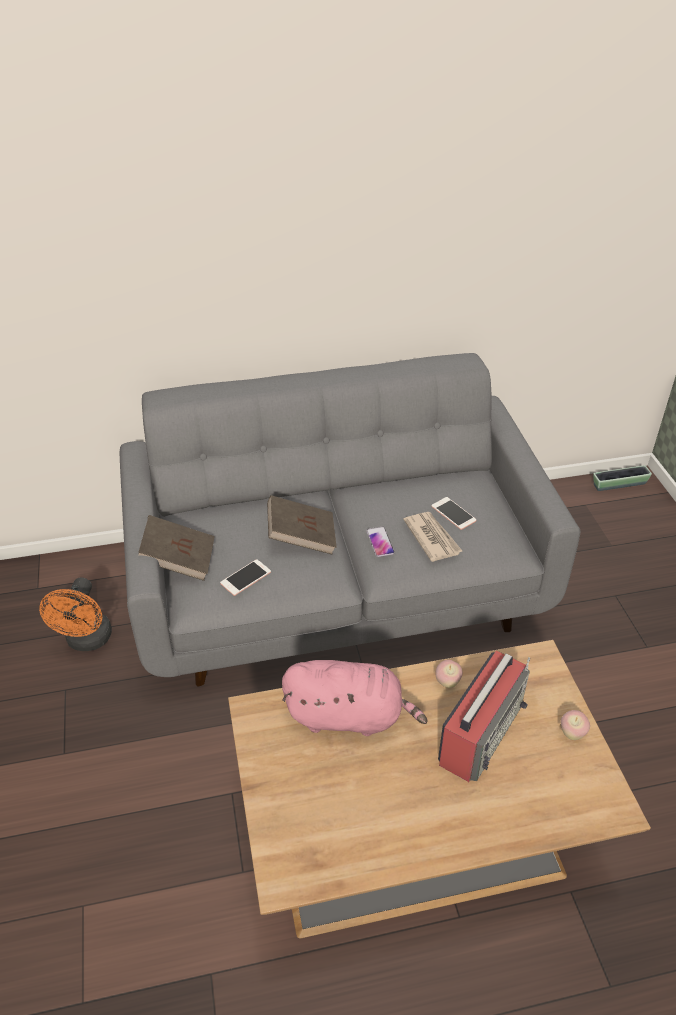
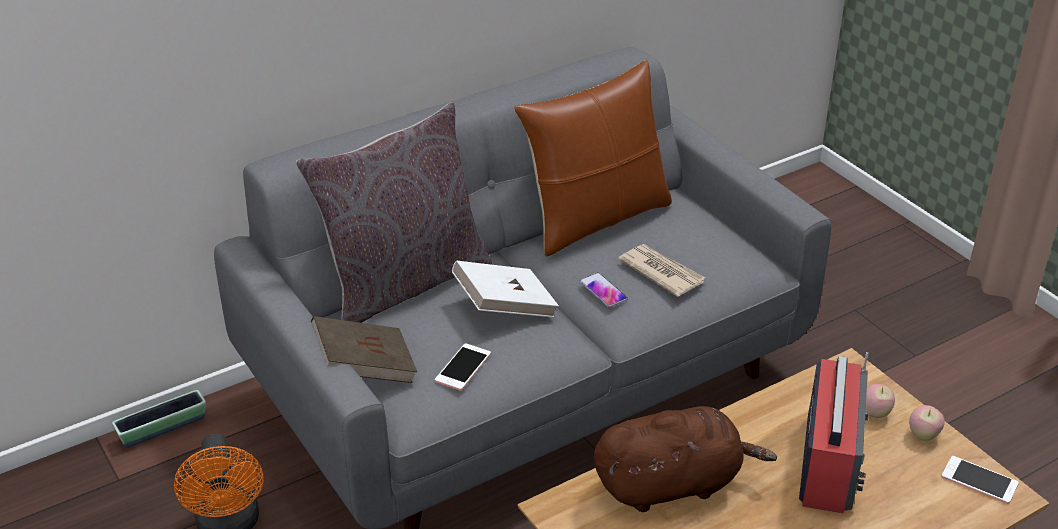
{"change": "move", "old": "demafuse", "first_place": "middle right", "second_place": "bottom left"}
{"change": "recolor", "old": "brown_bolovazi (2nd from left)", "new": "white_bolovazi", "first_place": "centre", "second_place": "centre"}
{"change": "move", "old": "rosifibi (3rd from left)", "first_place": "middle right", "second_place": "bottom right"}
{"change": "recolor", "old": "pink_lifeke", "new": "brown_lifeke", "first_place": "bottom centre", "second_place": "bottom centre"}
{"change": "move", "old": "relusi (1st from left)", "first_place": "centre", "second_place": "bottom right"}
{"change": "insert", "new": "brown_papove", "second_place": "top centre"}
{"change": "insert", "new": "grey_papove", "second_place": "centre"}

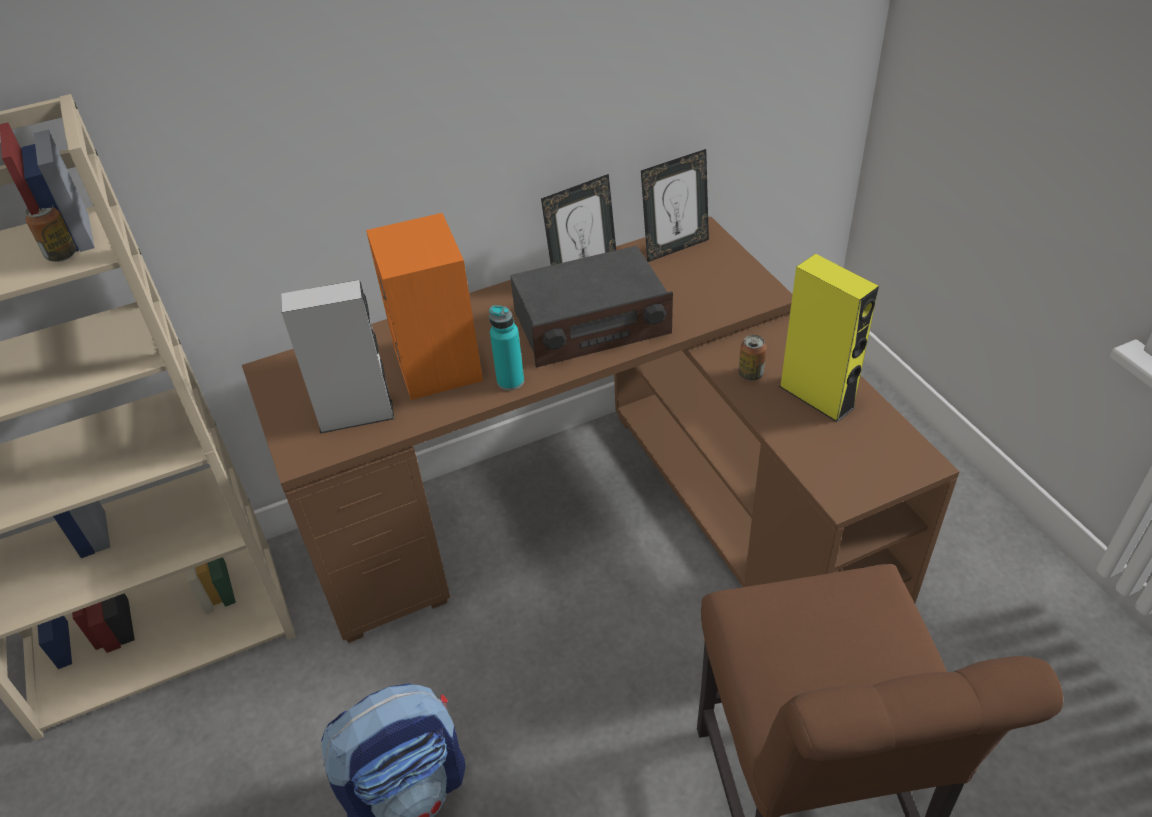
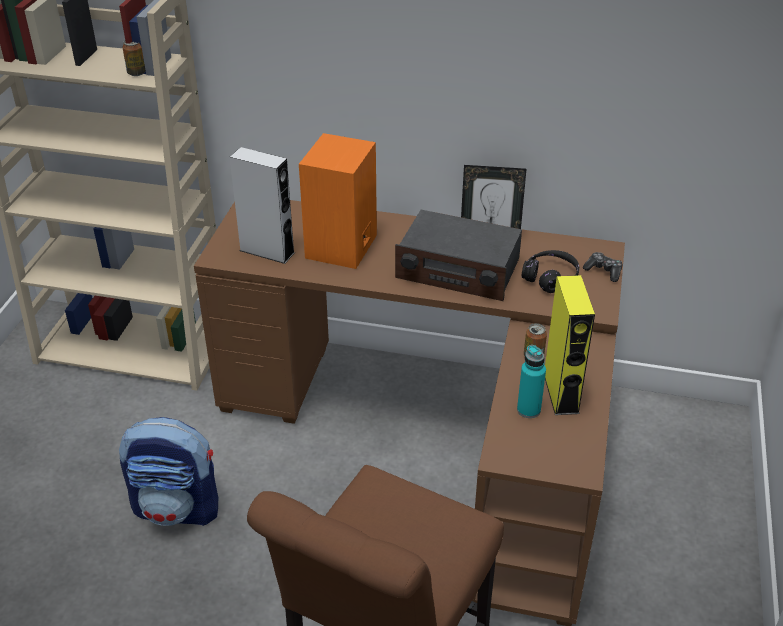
{"change": "delete", "old": "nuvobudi (2nd from left)", "first_place": "top centre"}
{"change": "move", "old": "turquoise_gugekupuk", "first_place": "centre", "second_place": "middle right"}
{"change": "insert", "new": "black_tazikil", "second_place": "middle right"}
{"change": "insert", "new": "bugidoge", "second_place": "middle right"}

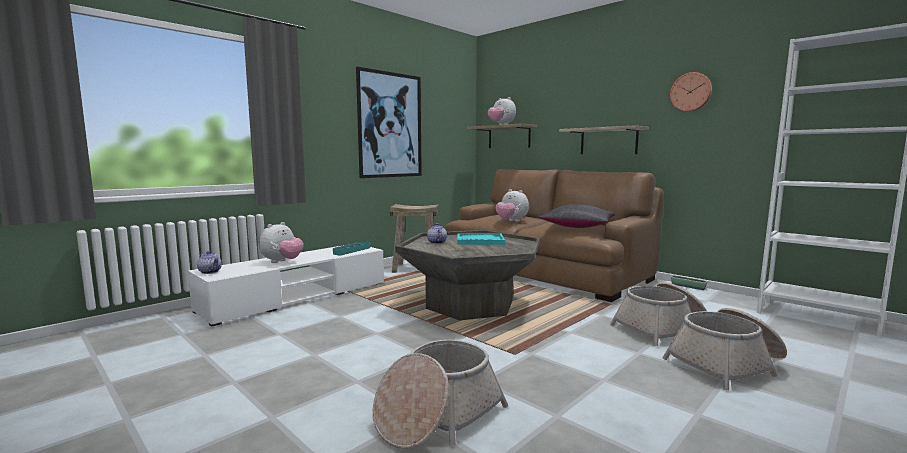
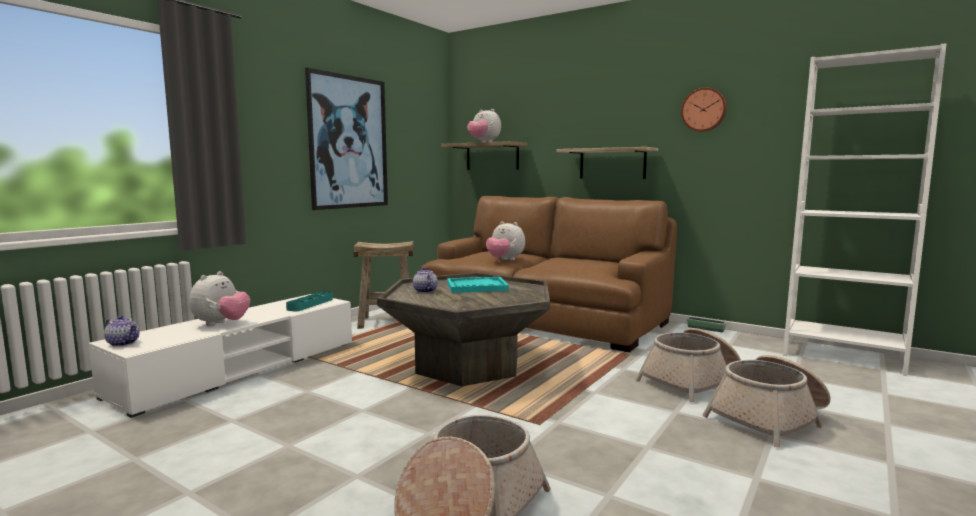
{"change": "delete", "old": "black_papove", "first_place": "centre"}

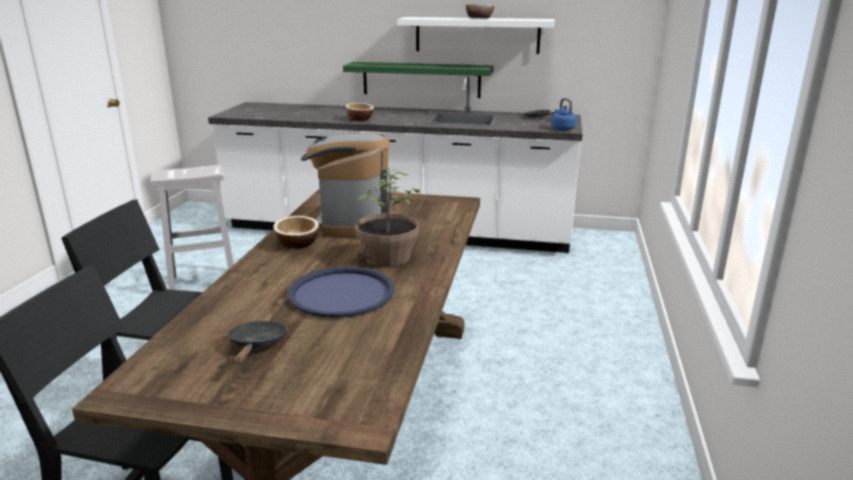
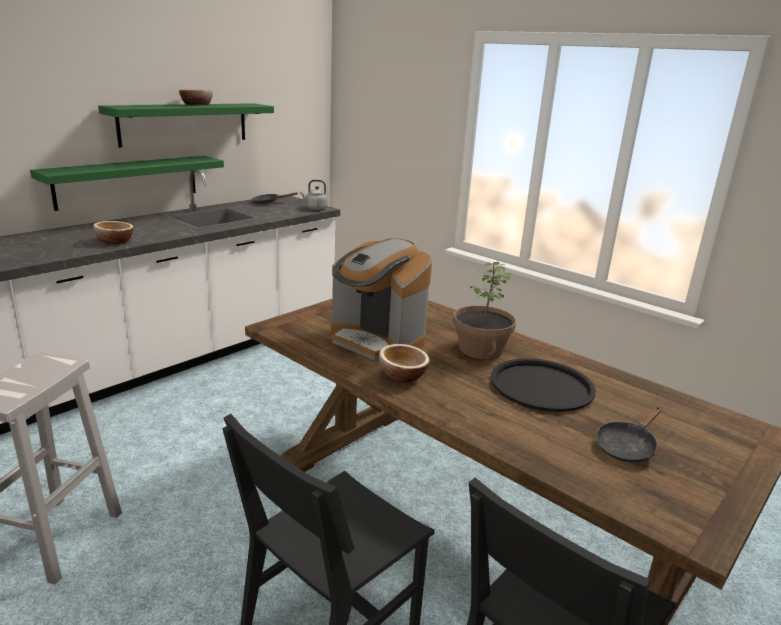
{"change": "recolor", "old": "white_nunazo", "new": "green_nunazo (2nd from left)", "first_place": "top centre", "second_place": "top left"}
{"change": "recolor", "old": "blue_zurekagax", "new": "grey_zurekagax", "first_place": "top centre", "second_place": "top centre"}
{"change": "recolor", "old": "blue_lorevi", "new": "black_lorevi", "first_place": "centre", "second_place": "middle right"}
{"change": "rotate", "old": "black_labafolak (1st from left in the first image)", "first_place": "bottom left", "second_place": "bottom right", "degrees": -75}

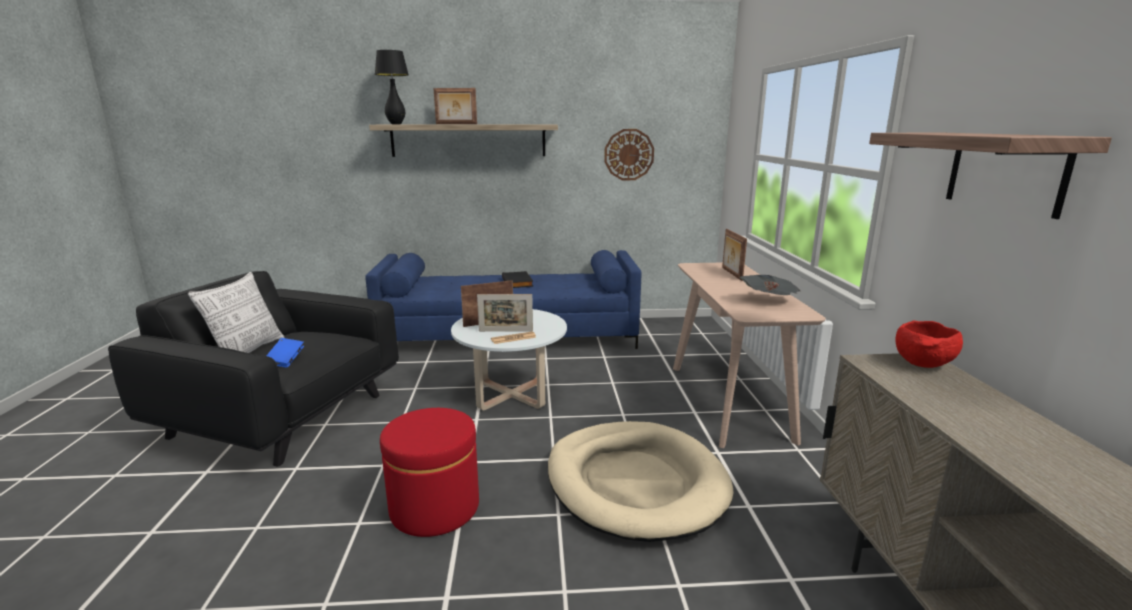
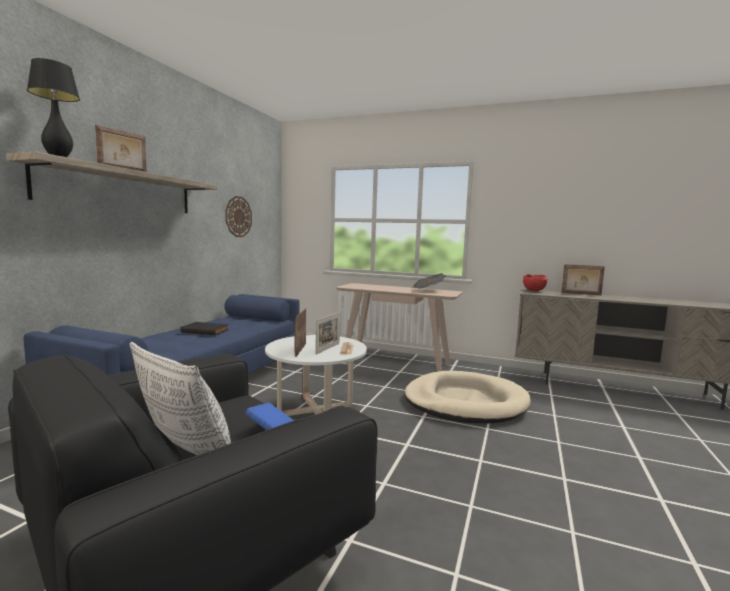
{"change": "delete", "old": "nunazo (2nd from left)", "first_place": "top right"}
{"change": "move", "old": "nuvobudi (4th from left)", "first_place": "centre", "second_place": "middle right"}
{"change": "delete", "old": "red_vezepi", "first_place": "bottom centre"}

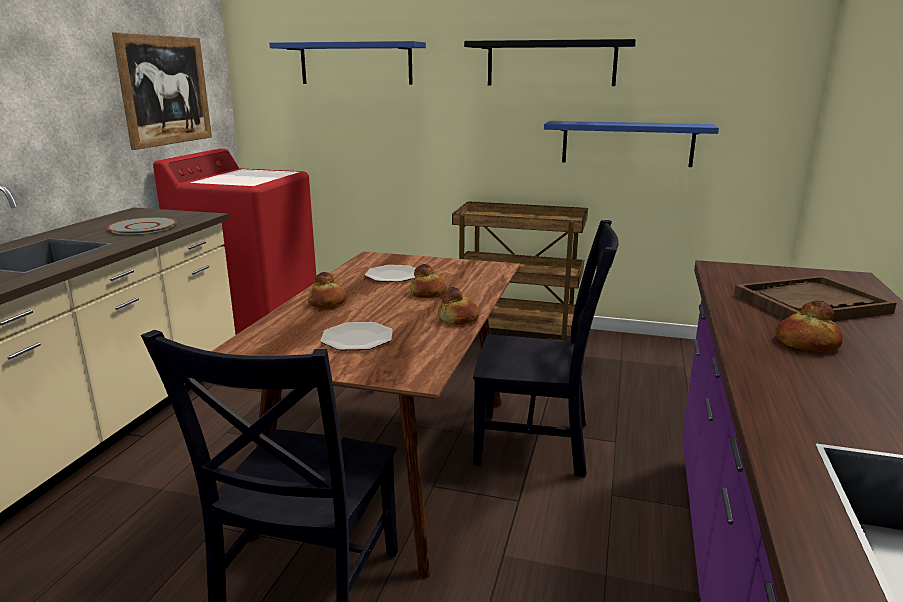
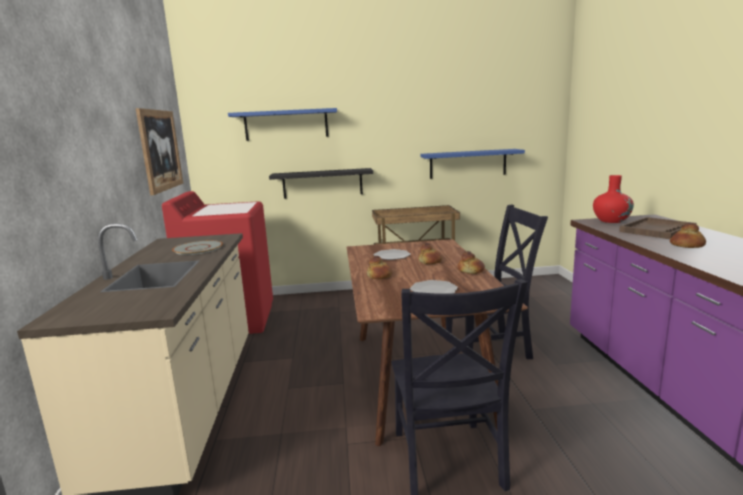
{"change": "move", "old": "black_nunazo", "first_place": "top centre", "second_place": "centre"}
{"change": "insert", "new": "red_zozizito", "second_place": "middle right"}

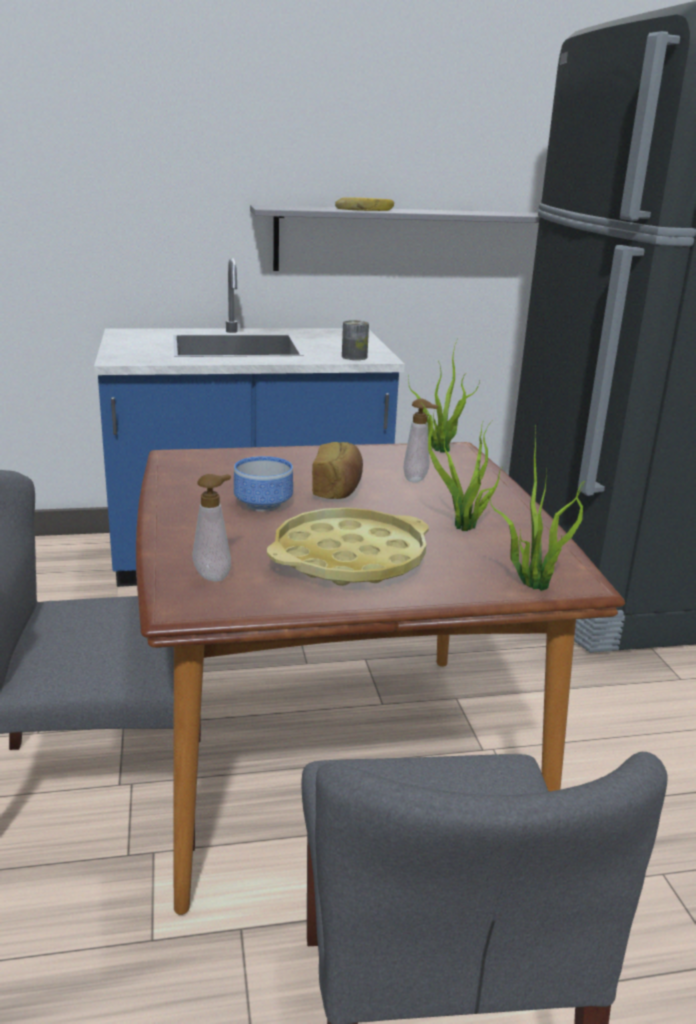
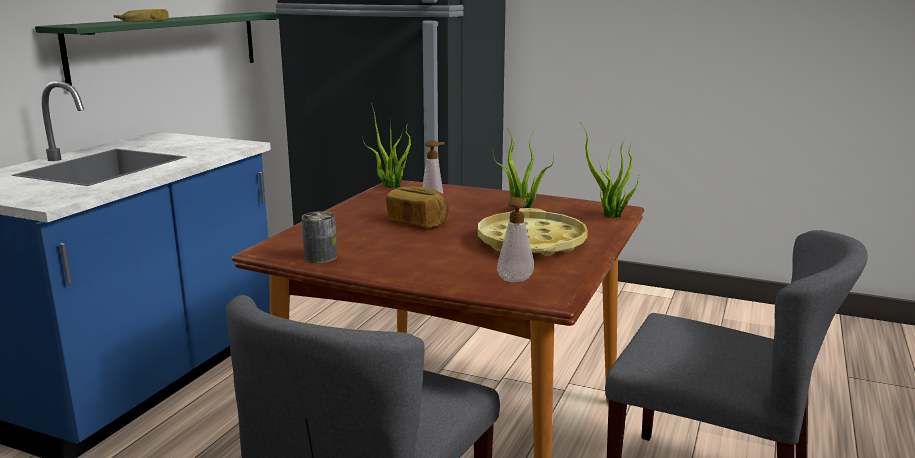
{"change": "recolor", "old": "grey_nunazo", "new": "green_nunazo", "first_place": "top centre", "second_place": "top left"}
{"change": "move", "old": "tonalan", "first_place": "top centre", "second_place": "centre"}
{"change": "delete", "old": "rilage", "first_place": "centre"}

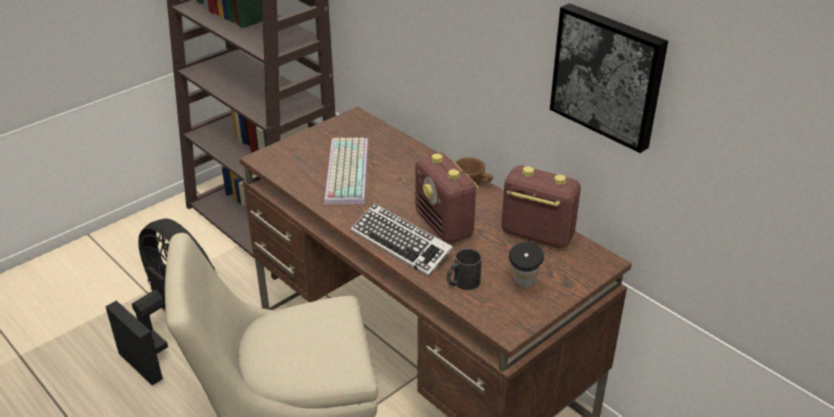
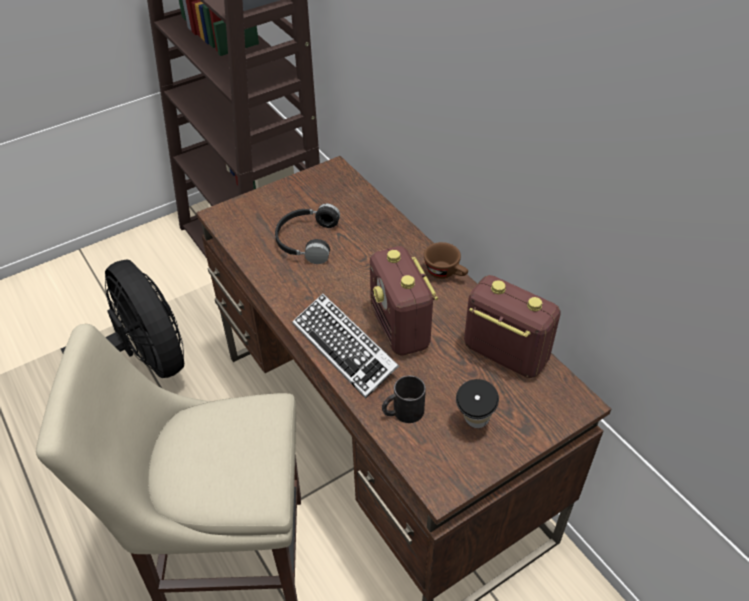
{"change": "delete", "old": "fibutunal", "first_place": "top right"}
{"change": "replace", "old": "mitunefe (1st from left)", "new": "black_tazikil", "first_place": "centre", "second_place": "centre"}

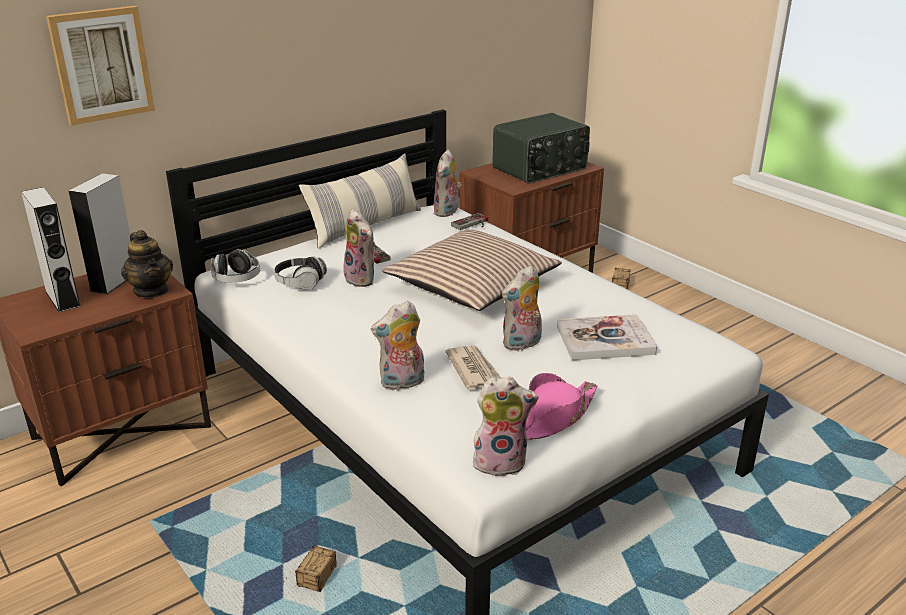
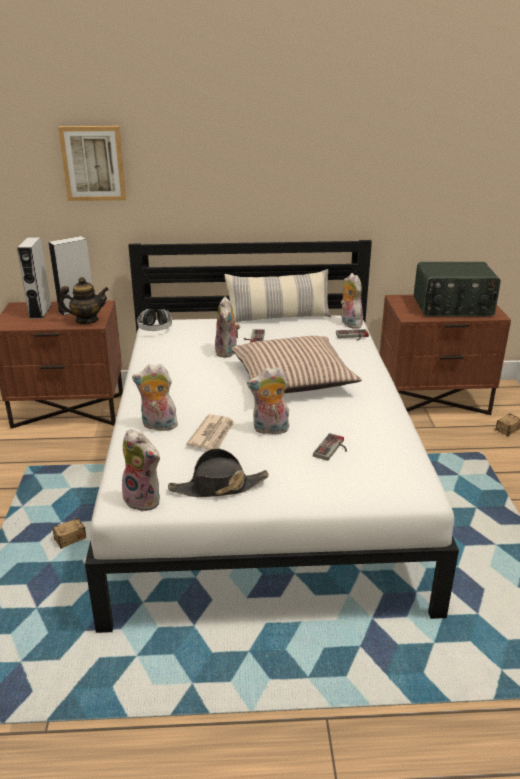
{"change": "rotate", "old": "lifeke (3rd from left in the first image)", "first_place": "top centre", "second_place": "middle right", "degrees": 105}
{"change": "rotate", "old": "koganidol", "first_place": "middle left", "second_place": "middle left", "degrees": -105}
{"change": "delete", "old": "tazikil (2nd from left)", "first_place": "middle left"}
{"change": "replace", "old": "bolovazi", "new": "bugidoge (2nd from left)", "first_place": "middle right", "second_place": "centre"}
{"change": "recolor", "old": "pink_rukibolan", "new": "black_rukibolan", "first_place": "centre", "second_place": "centre"}

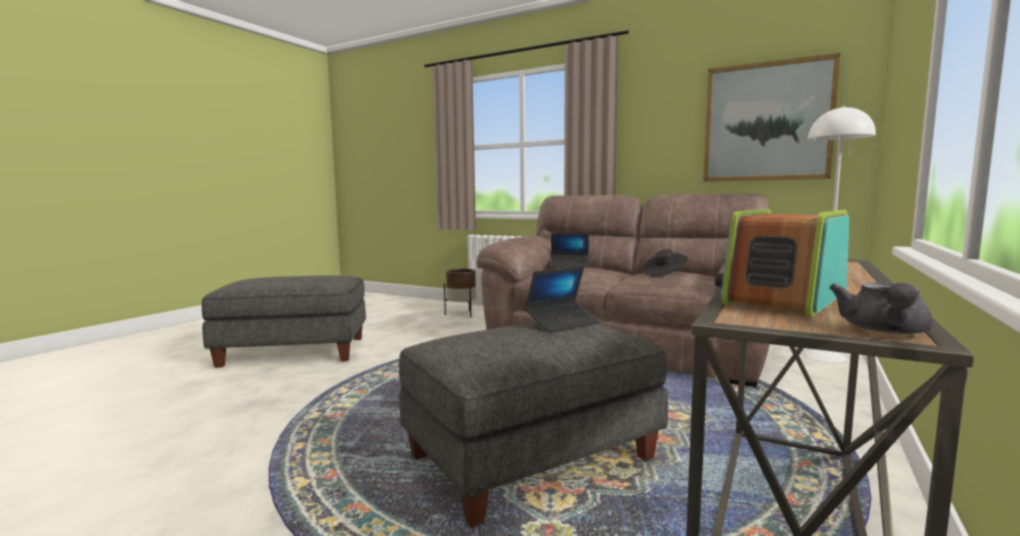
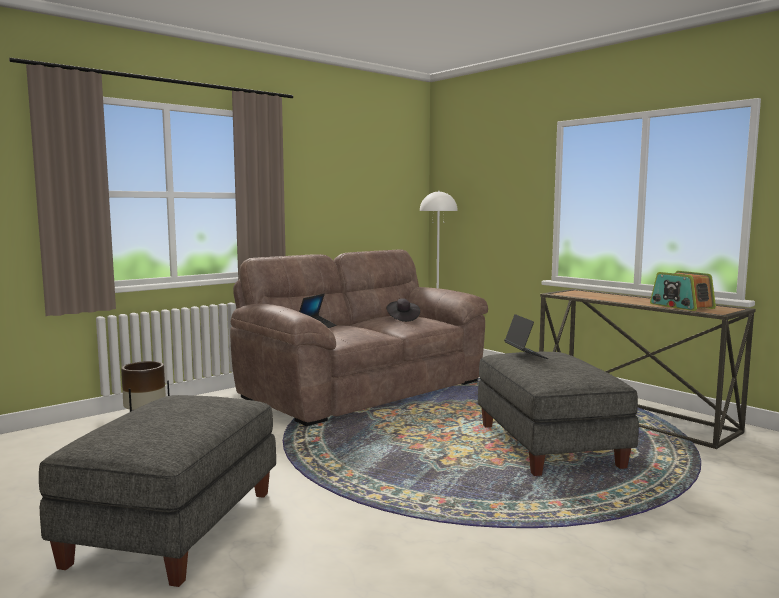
{"change": "delete", "old": "fibutunal", "first_place": "top right"}
{"change": "delete", "old": "grey_koganidol", "first_place": "middle right"}

